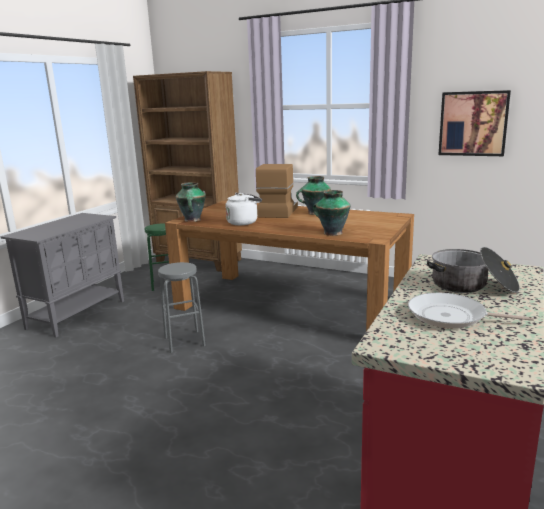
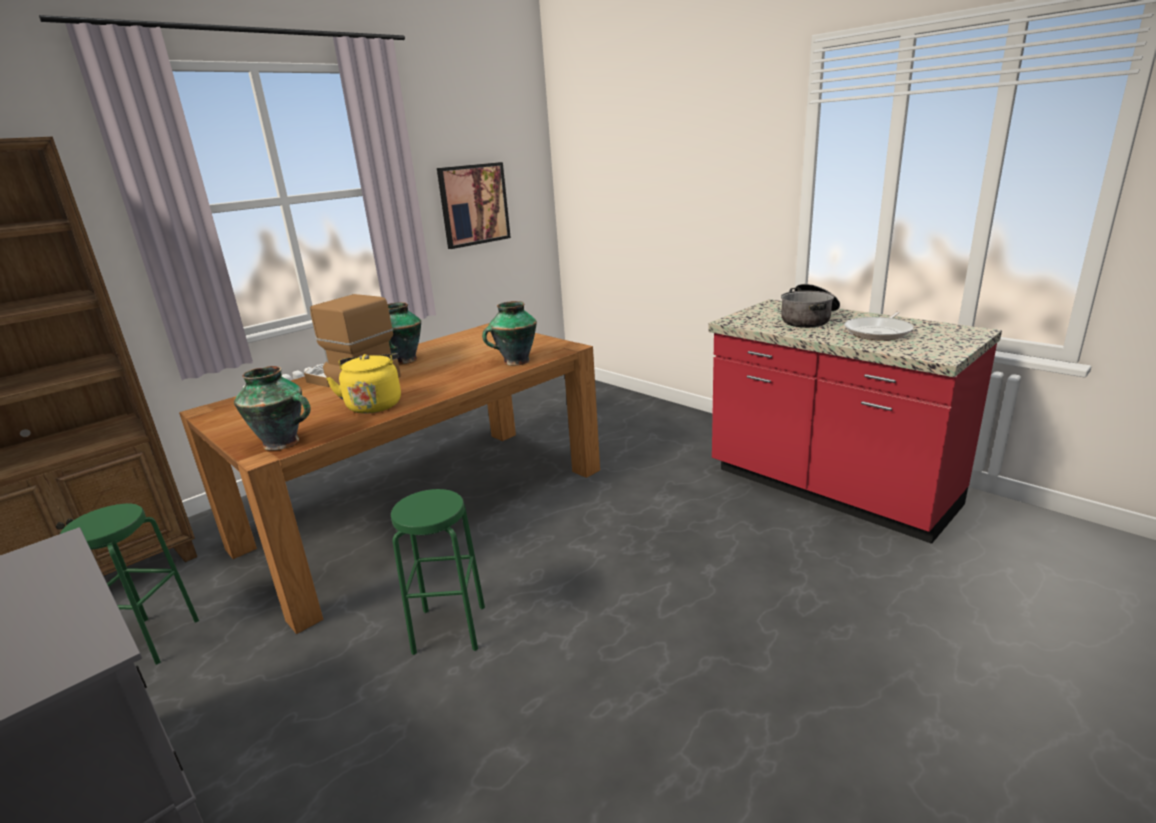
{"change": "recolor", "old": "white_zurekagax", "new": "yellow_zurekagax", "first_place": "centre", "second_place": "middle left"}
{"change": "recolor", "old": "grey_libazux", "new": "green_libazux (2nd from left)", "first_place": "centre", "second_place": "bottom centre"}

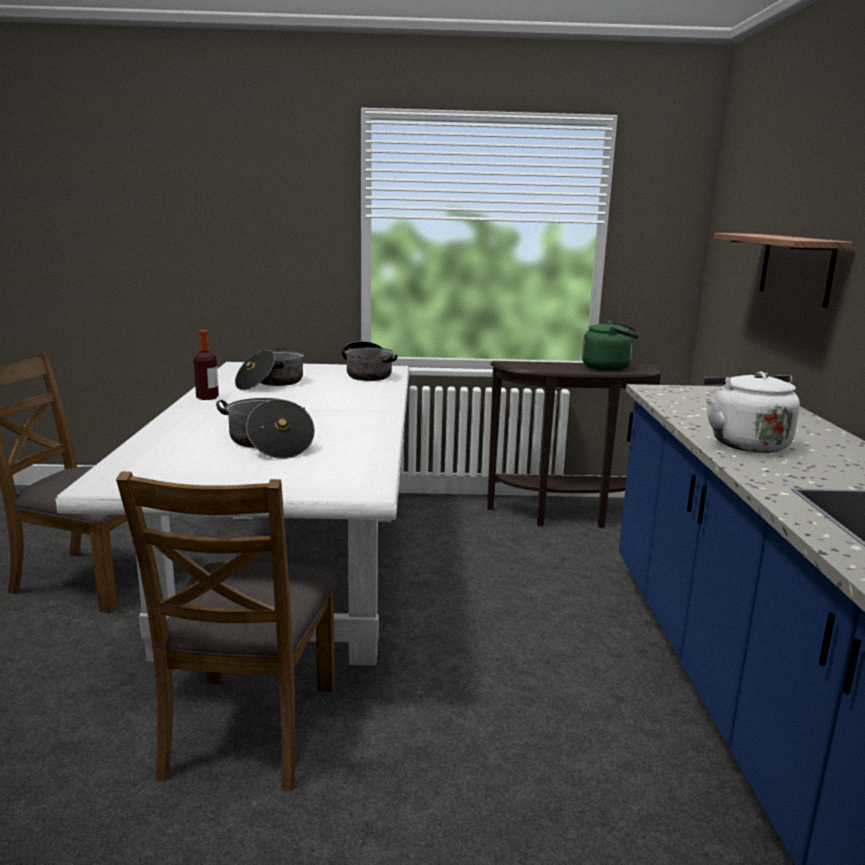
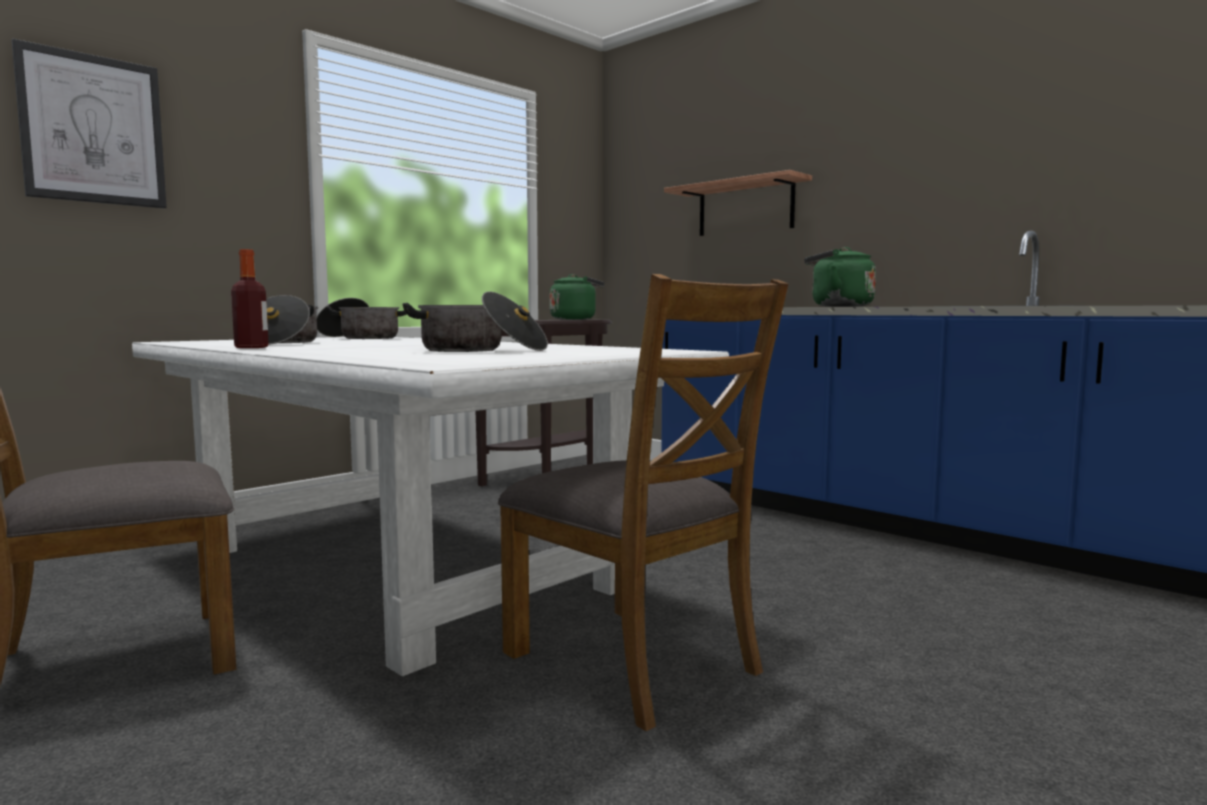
{"change": "recolor", "old": "white_zurekagax", "new": "green_zurekagax (2nd from left)", "first_place": "middle right", "second_place": "middle right"}
{"change": "insert", "new": "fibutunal", "second_place": "top left"}

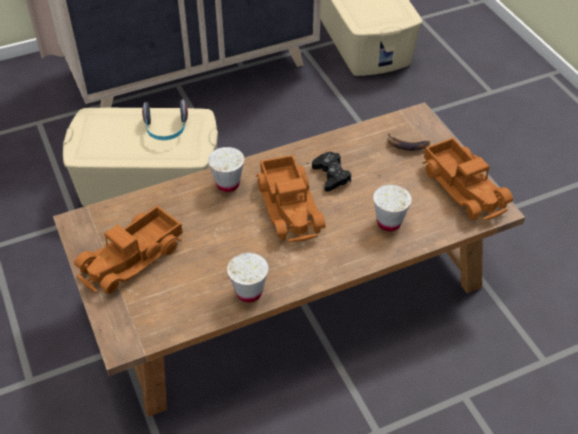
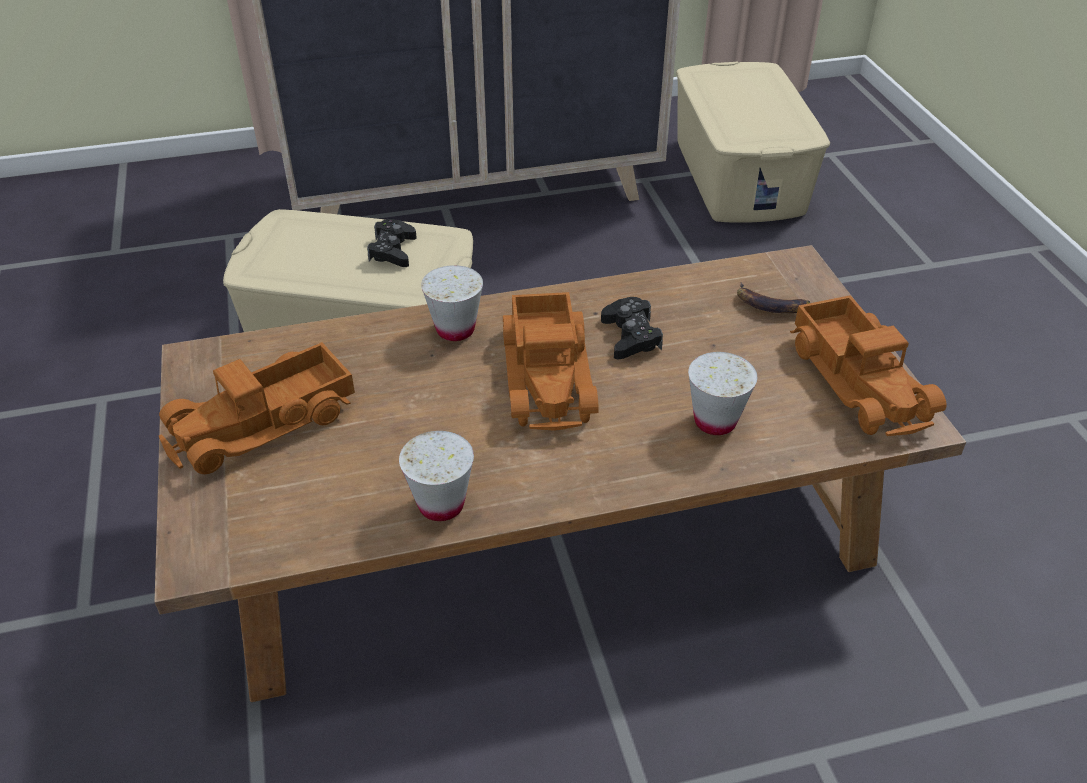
{"change": "replace", "old": "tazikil", "new": "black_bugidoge (1st from left)", "first_place": "top left", "second_place": "top centre"}

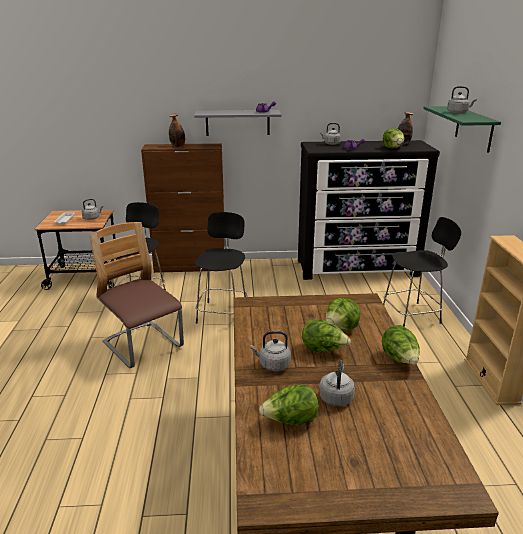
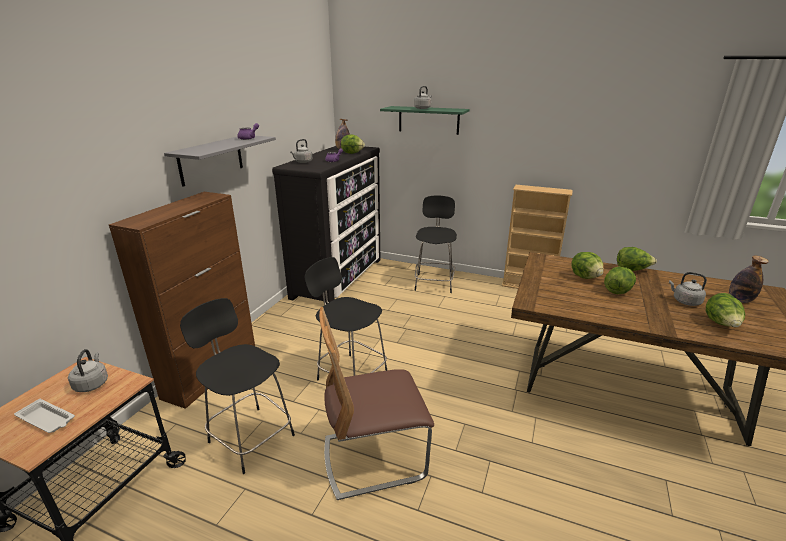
{"change": "move", "old": "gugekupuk (1st from left in the first image)", "new": "gugekupuk (2nd from left)", "first_place": "top centre", "second_place": "middle right"}
{"change": "delete", "old": "grey_zurekagax (2nd from left)", "first_place": "centre"}

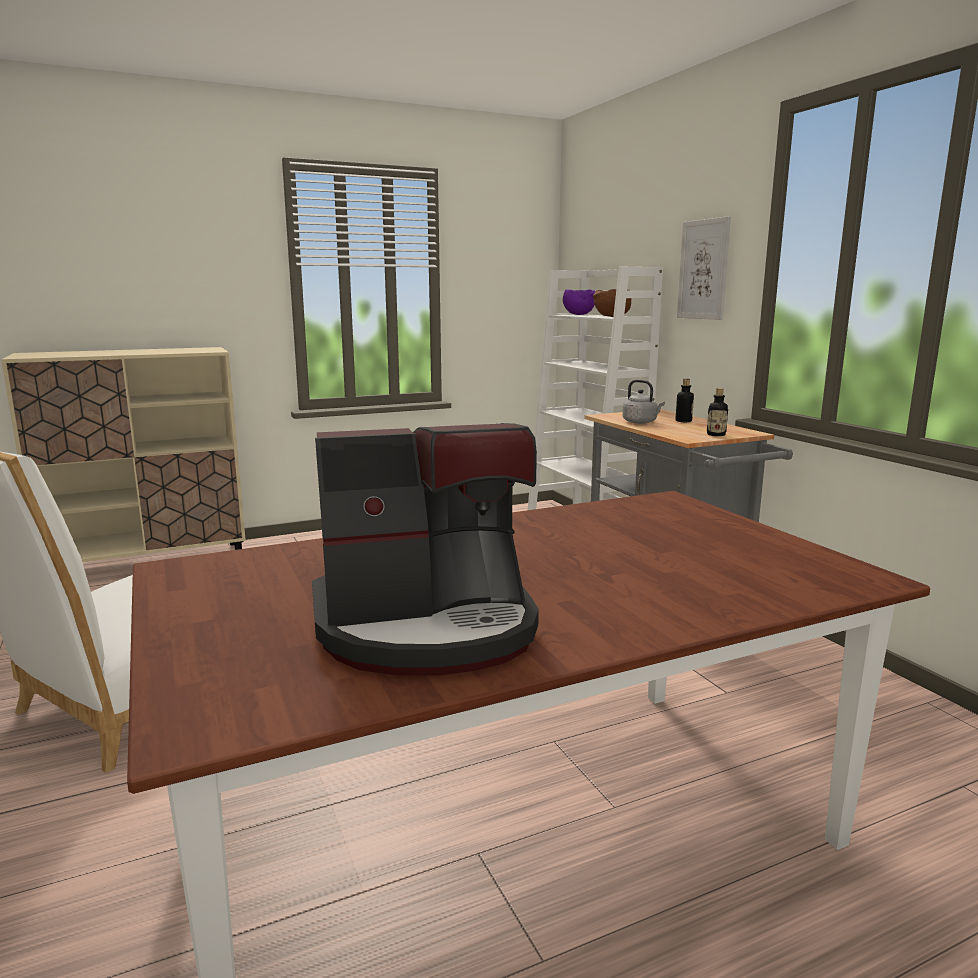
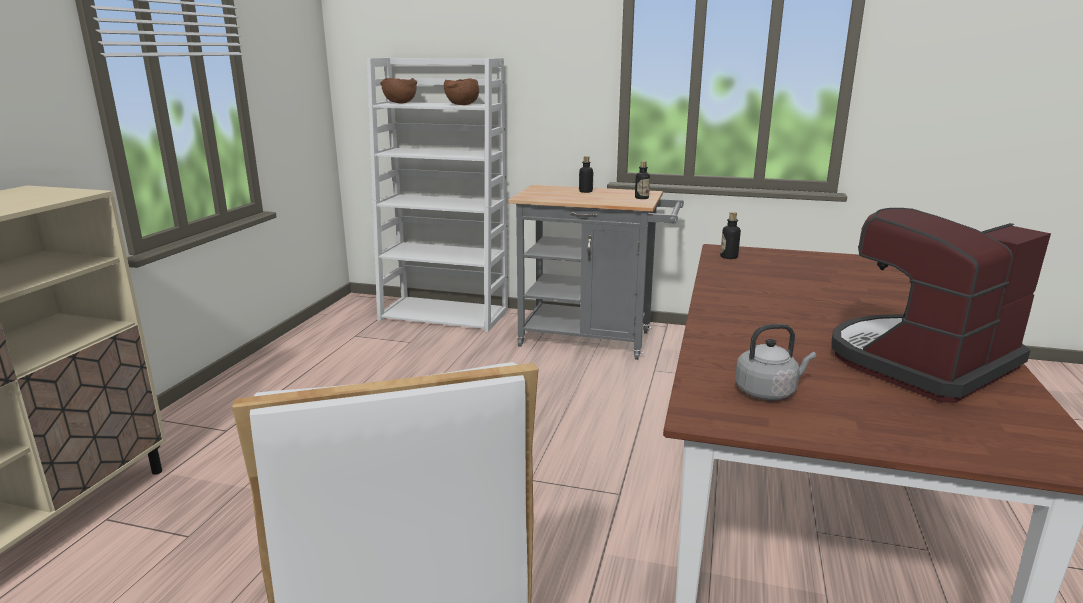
{"change": "delete", "old": "fibutunal", "first_place": "top right"}
{"change": "recolor", "old": "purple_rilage", "new": "brown_rilage (1st from left)", "first_place": "top centre", "second_place": "top centre"}
{"change": "move", "old": "grey_zurekagax", "first_place": "centre", "second_place": "middle right"}
{"change": "rotate", "old": "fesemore", "first_place": "centre", "second_place": "middle right", "degrees": -150}
{"change": "insert", "new": "gugekupuk (3rd from left)", "second_place": "middle right"}

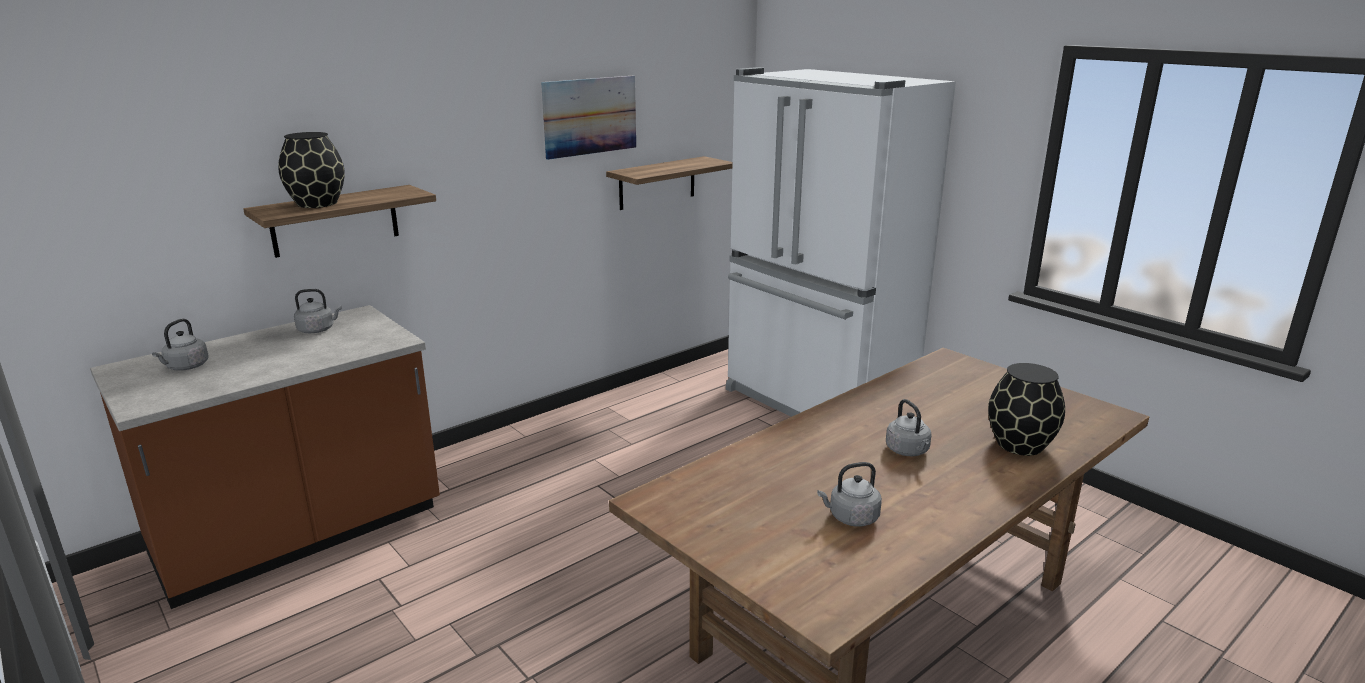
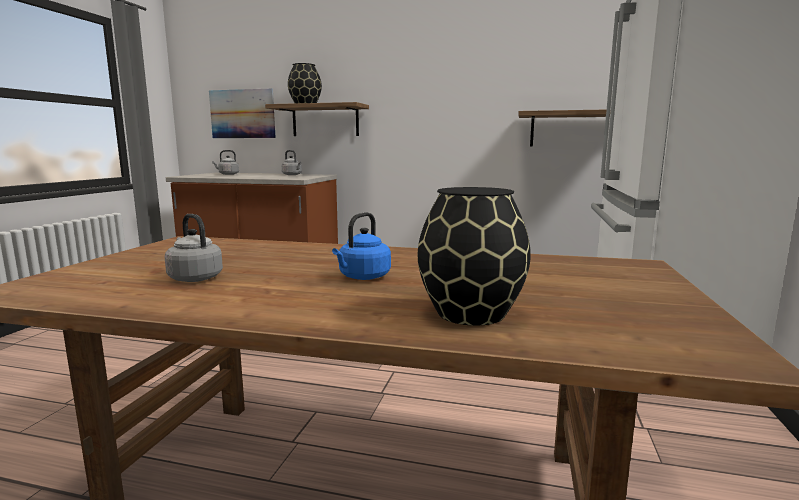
{"change": "move", "old": "fibutunal", "first_place": "top centre", "second_place": "top left"}
{"change": "recolor", "old": "grey_zurekagax (4th from left)", "new": "blue_zurekagax", "first_place": "centre", "second_place": "centre"}

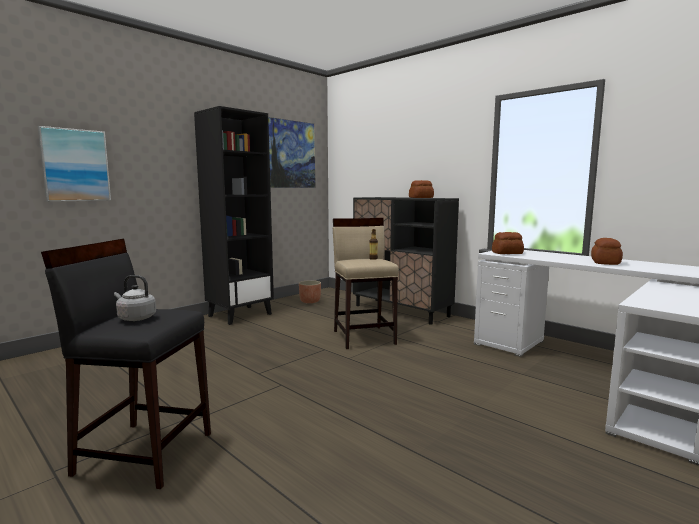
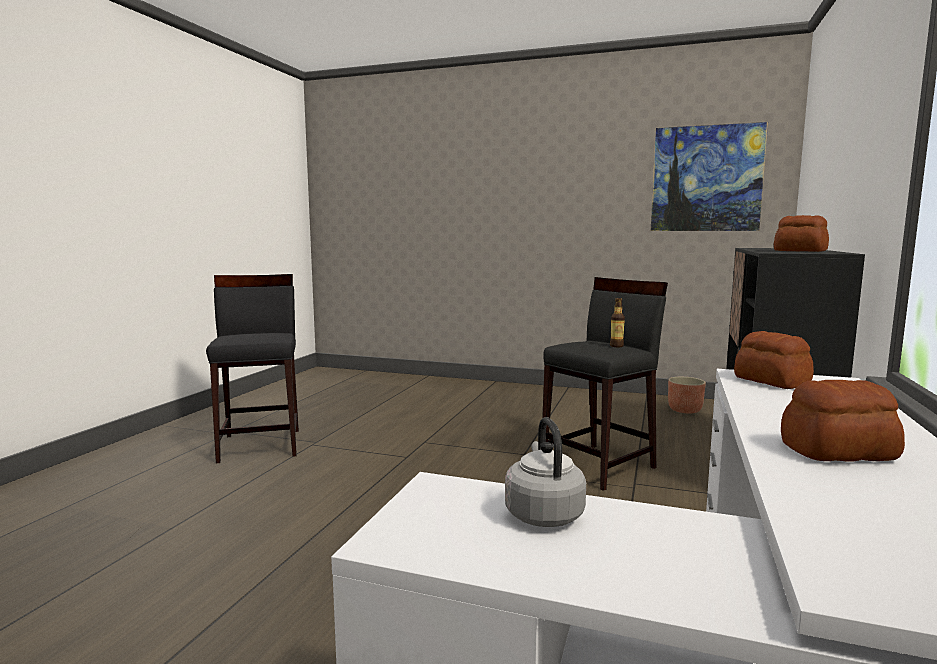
{"change": "delete", "old": "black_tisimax", "first_place": "centre"}
{"change": "delete", "old": "fibutunal (1st from left)", "first_place": "top left"}
{"change": "recolor", "old": "beige_libazux", "new": "black_libazux (2nd from left)", "first_place": "centre", "second_place": "centre"}
{"change": "move", "old": "grey_zurekagax", "first_place": "middle left", "second_place": "bottom centre"}

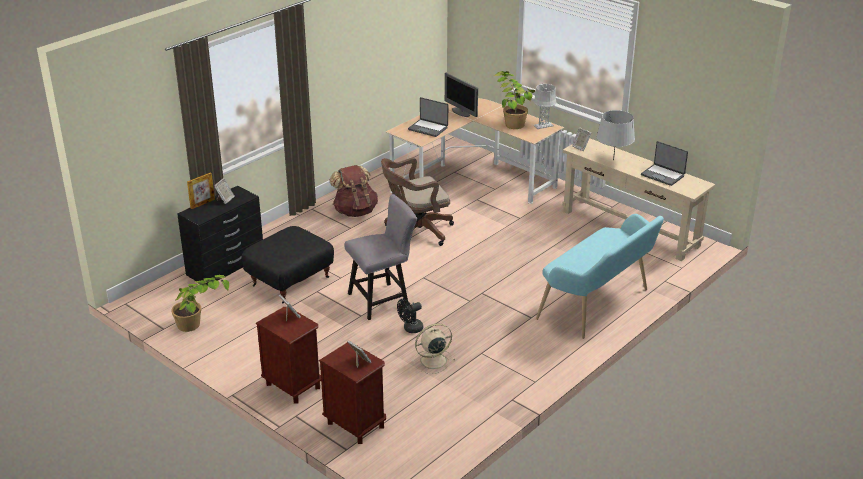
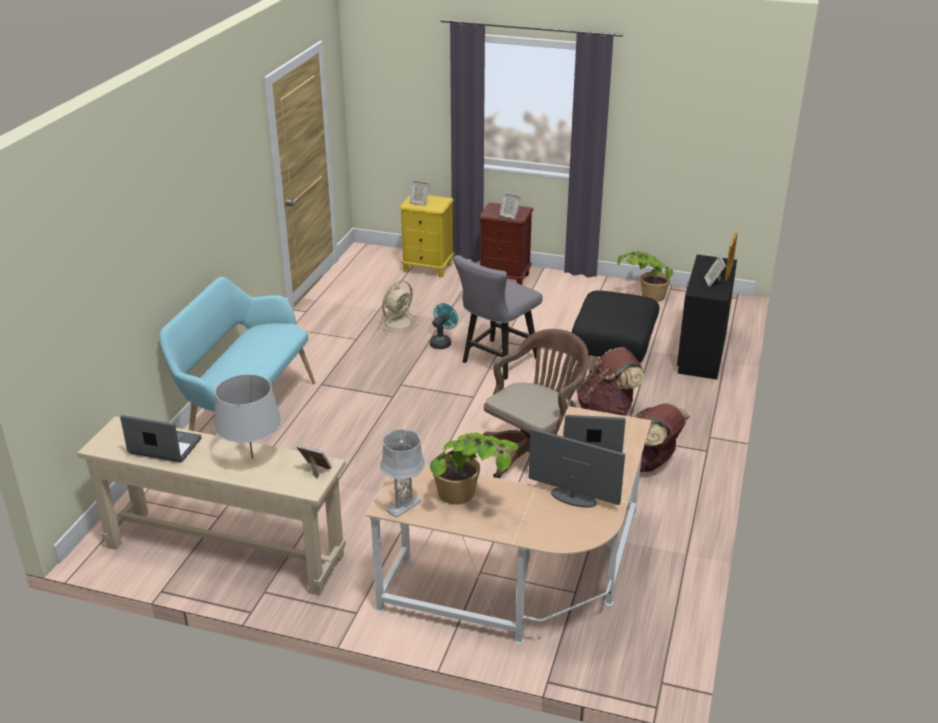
{"change": "recolor", "old": "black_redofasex", "new": "turquoise_redofasex", "first_place": "centre", "second_place": "centre"}
{"change": "recolor", "old": "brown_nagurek (2nd from left)", "new": "yellow_nagurek", "first_place": "bottom centre", "second_place": "top centre"}
{"change": "insert", "new": "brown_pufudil (1st from left)", "second_place": "centre"}

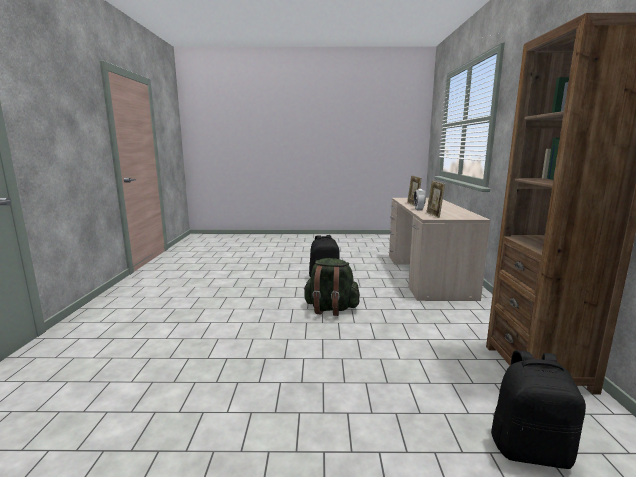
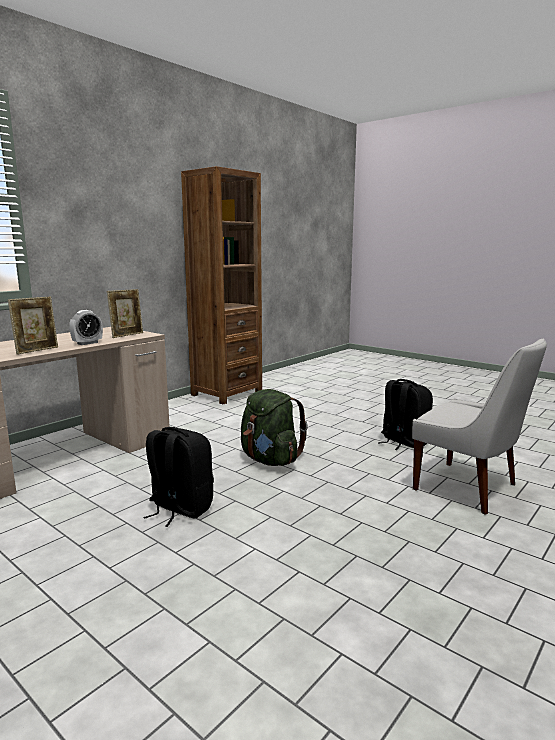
{"change": "move", "old": "black_pufudil (2nd from left)", "first_place": "bottom right", "second_place": "middle right"}
{"change": "insert", "new": "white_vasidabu", "second_place": "middle right"}

